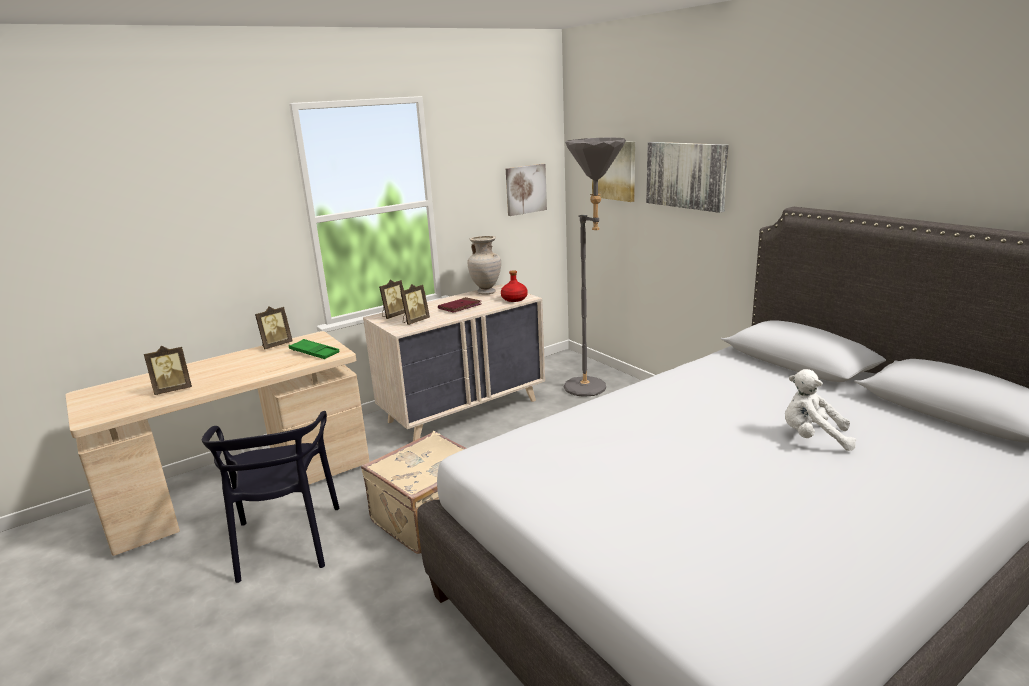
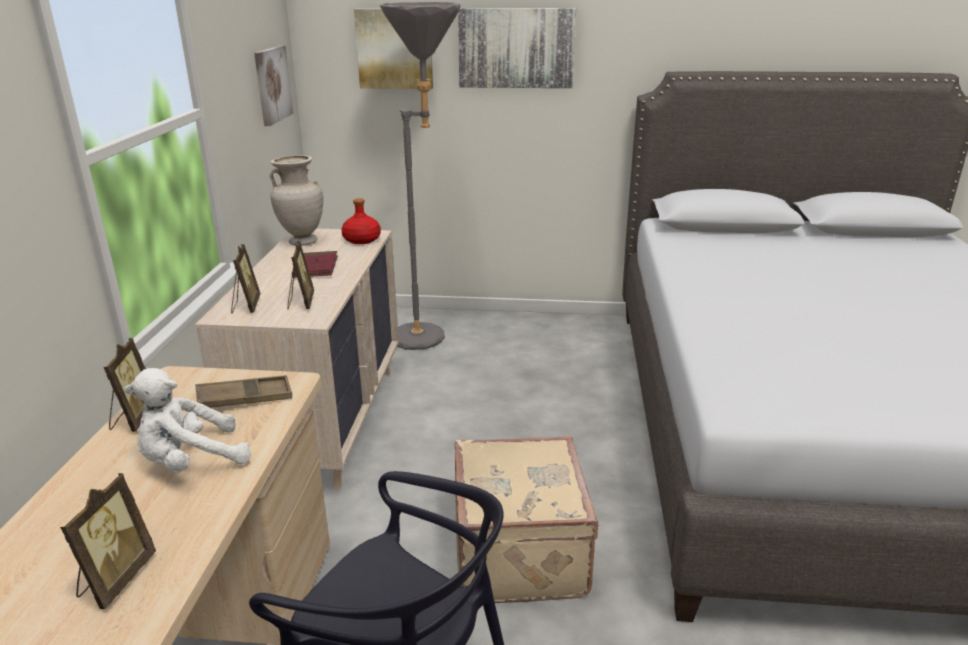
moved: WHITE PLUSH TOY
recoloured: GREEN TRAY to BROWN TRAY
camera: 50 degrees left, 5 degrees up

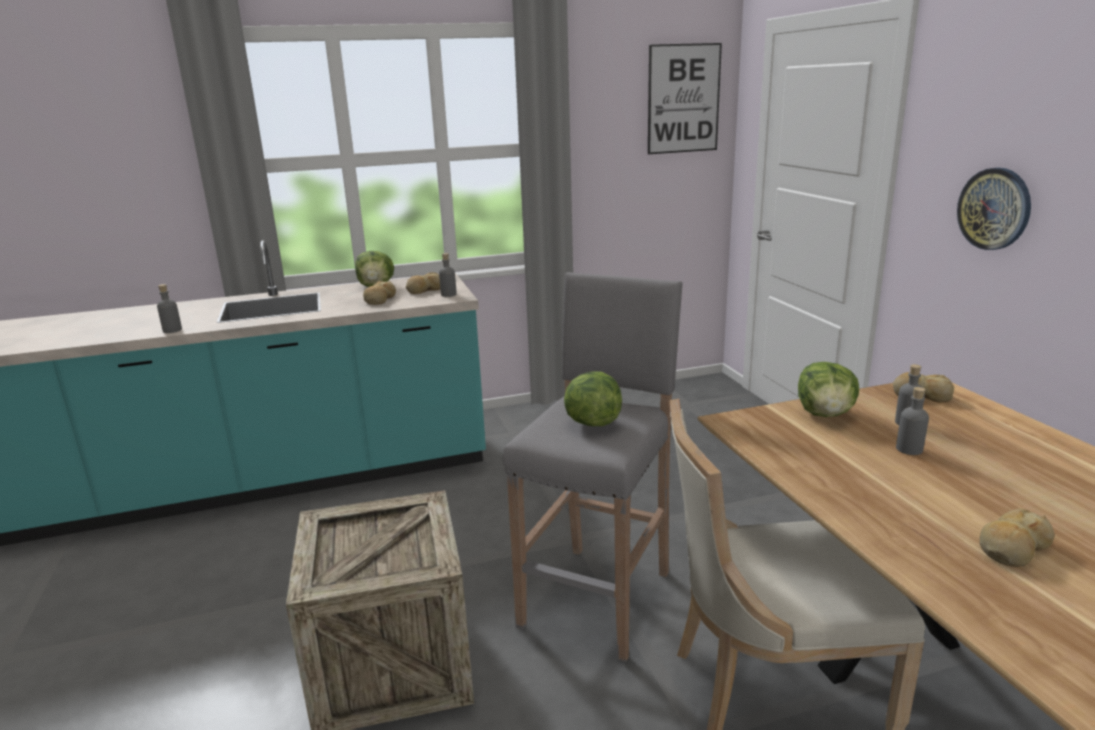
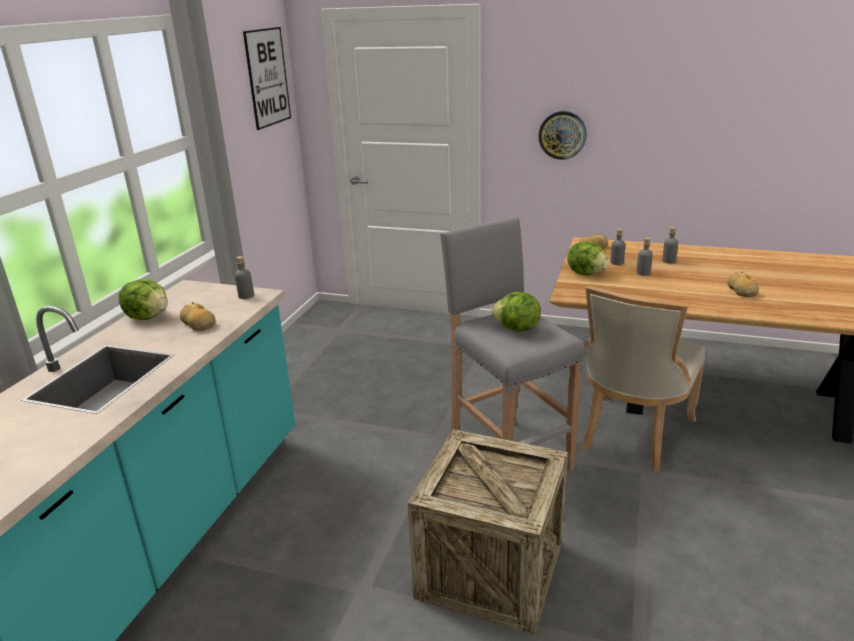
removed: BREAD (2nd from left)
moved: GREY BOTTLE (1st from left in the first image) to GREY BOTTLE (4th from left)
camera: 55 degrees left, 5 degrees up

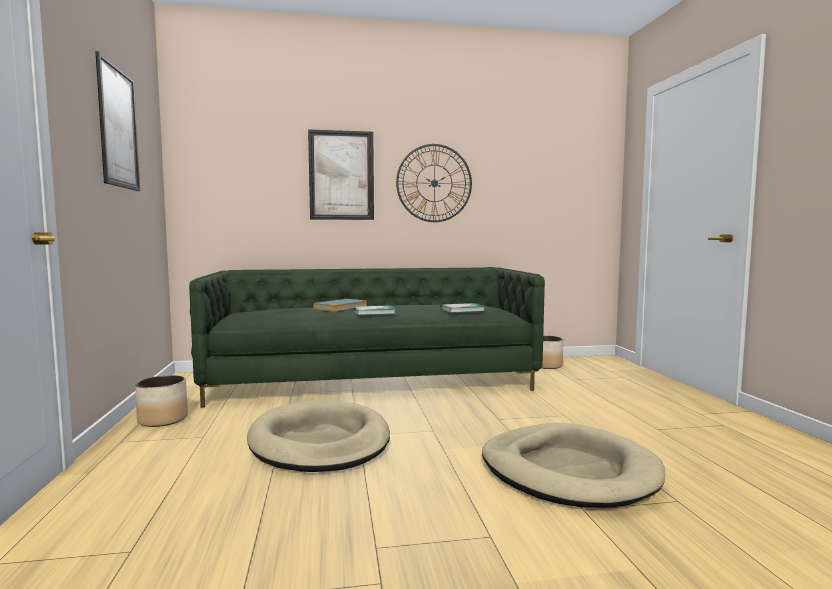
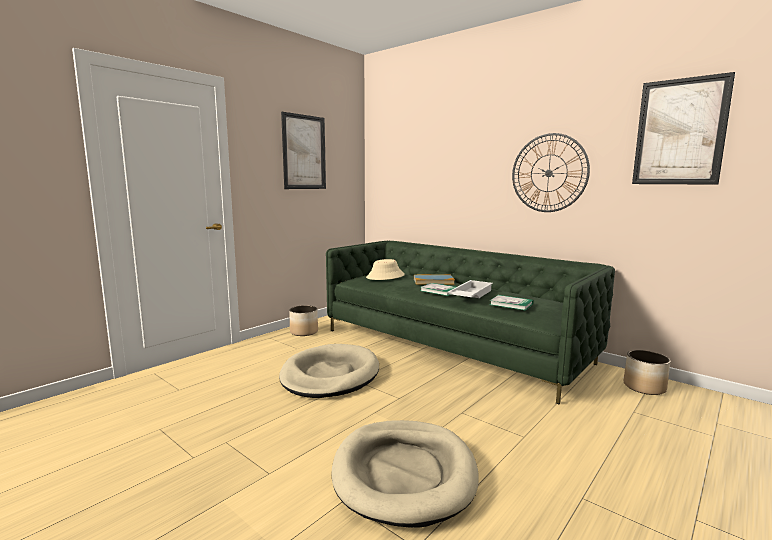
added: BEIGE HAT; WHITE TRAY
moved: PICTURE (2nd from left)
camera: 50 degrees right, 5 degrees up

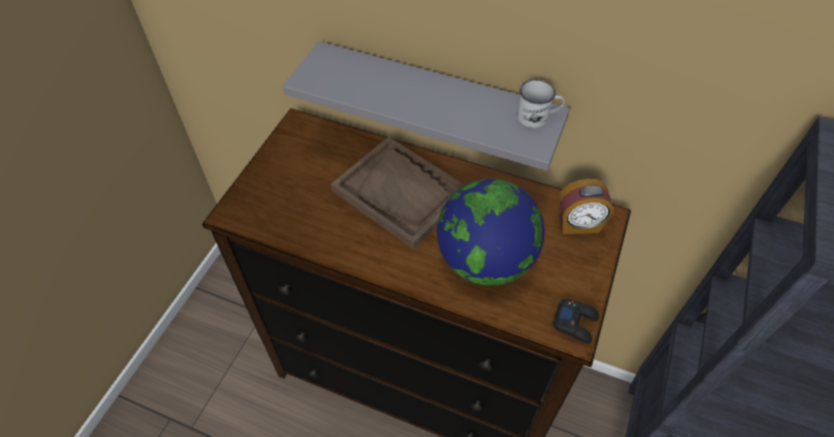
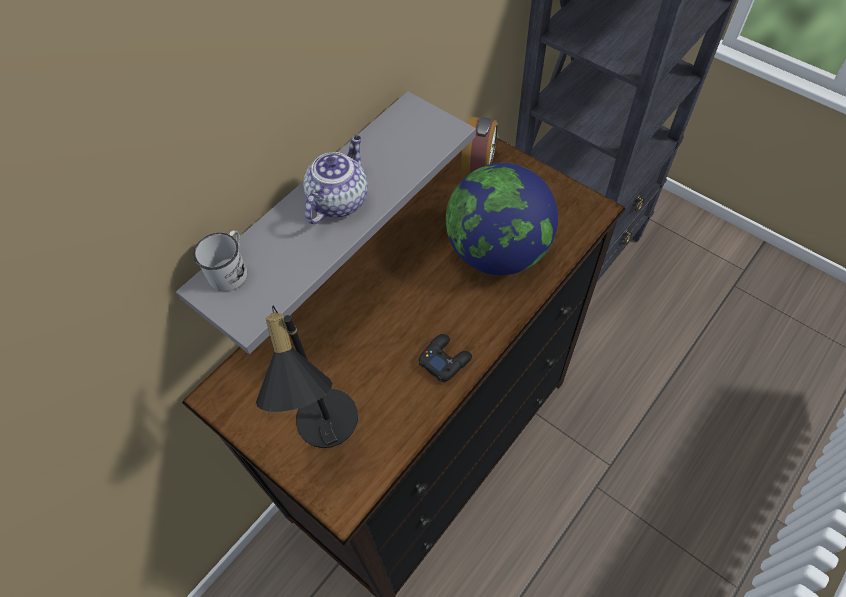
removed: BROWN TRAY
added: BLACK TABLE LAMP; TEAPOT
moved: WHITE MUG; BLACK GAME CONTROLLER
camera: 70 degrees left, 5 degrees up

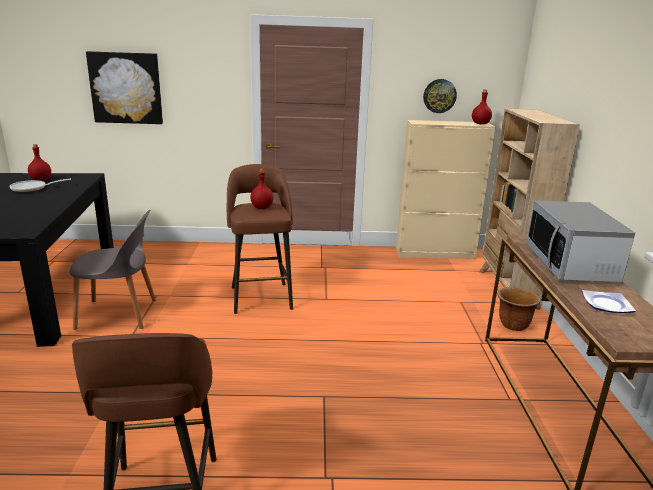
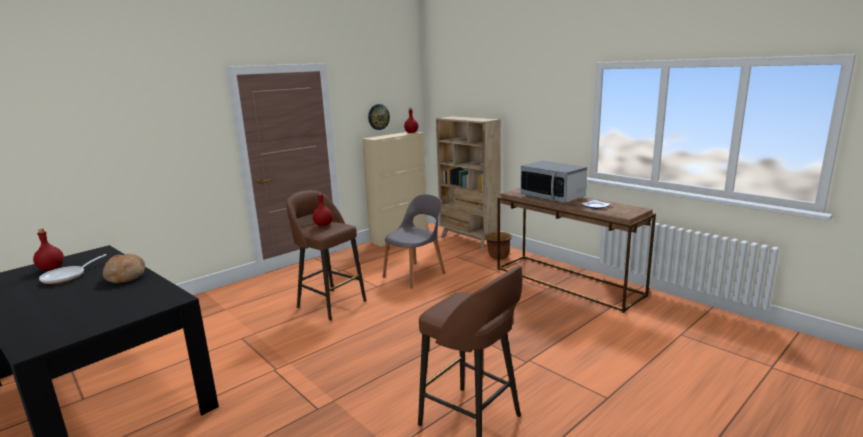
removed: PICTURE
added: BREAD
moved: GREY CHAIR
camera: 40 degrees left, 5 degrees down

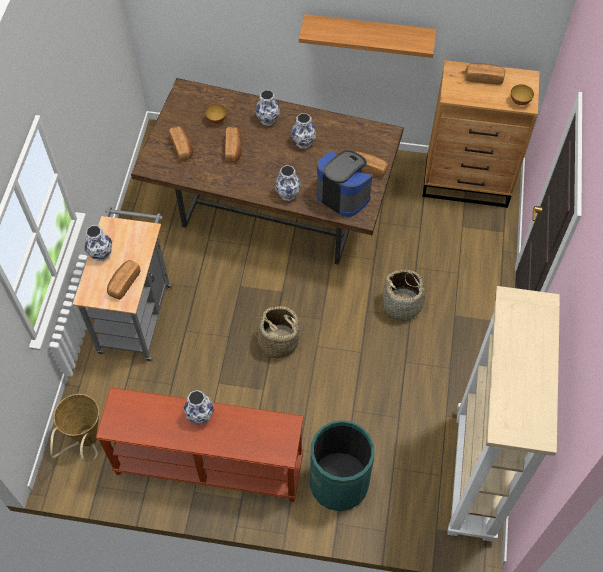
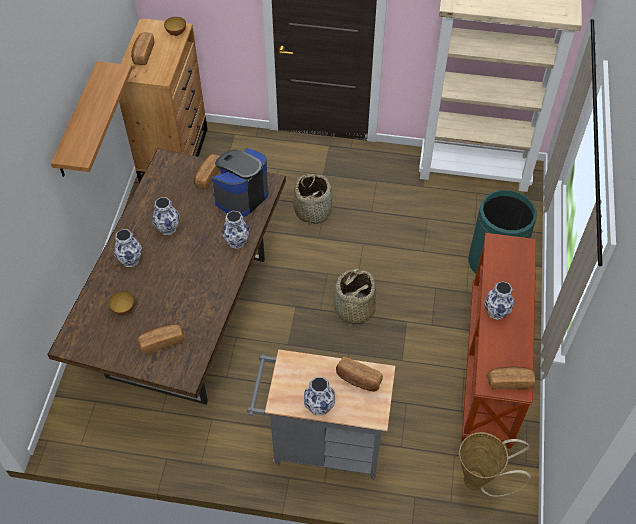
moved: BREAD (3rd from left in the first image) to BREAD (5th from left)
camera: 90 degrees left, 5 degrees down

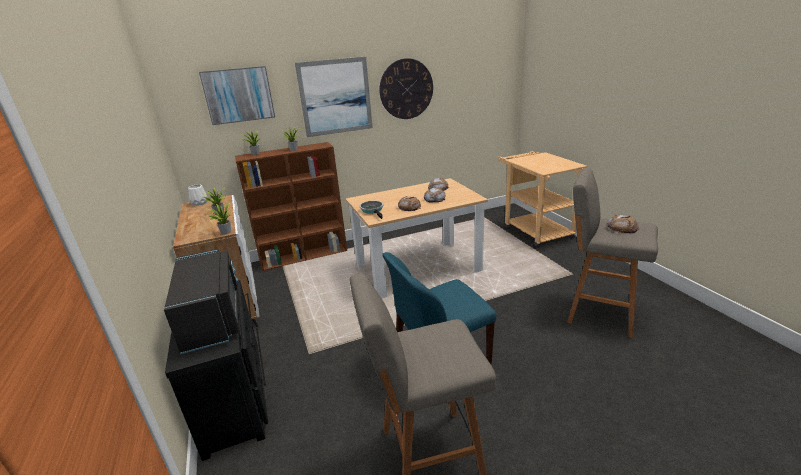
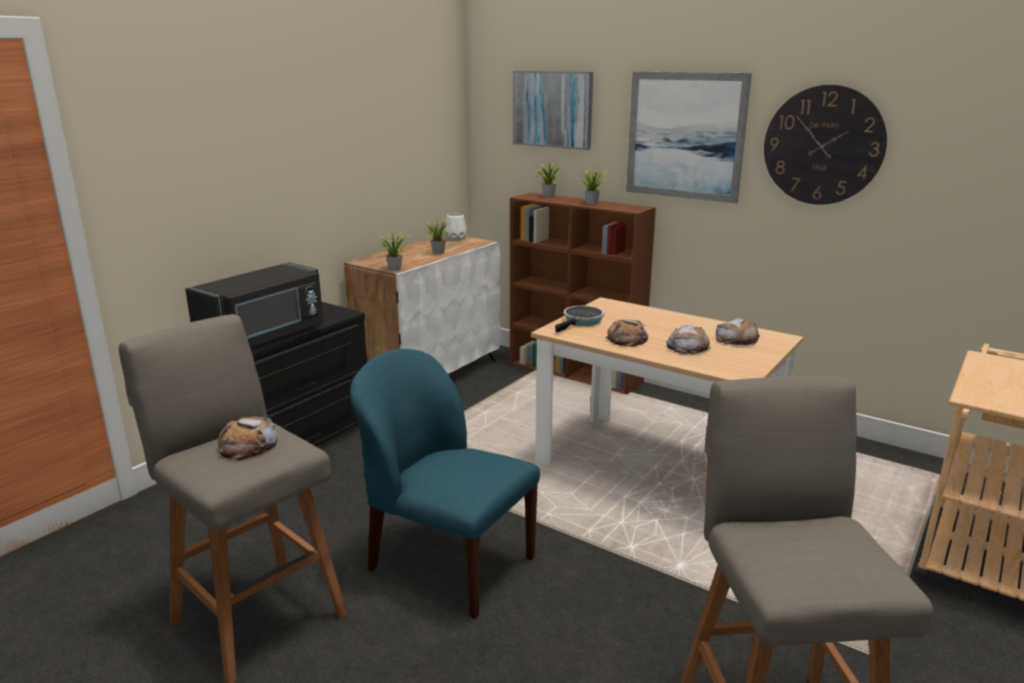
moved: BREAD (4th from left in the first image) to BREAD (1st from left)
camera: 55 degrees right, 5 degrees down

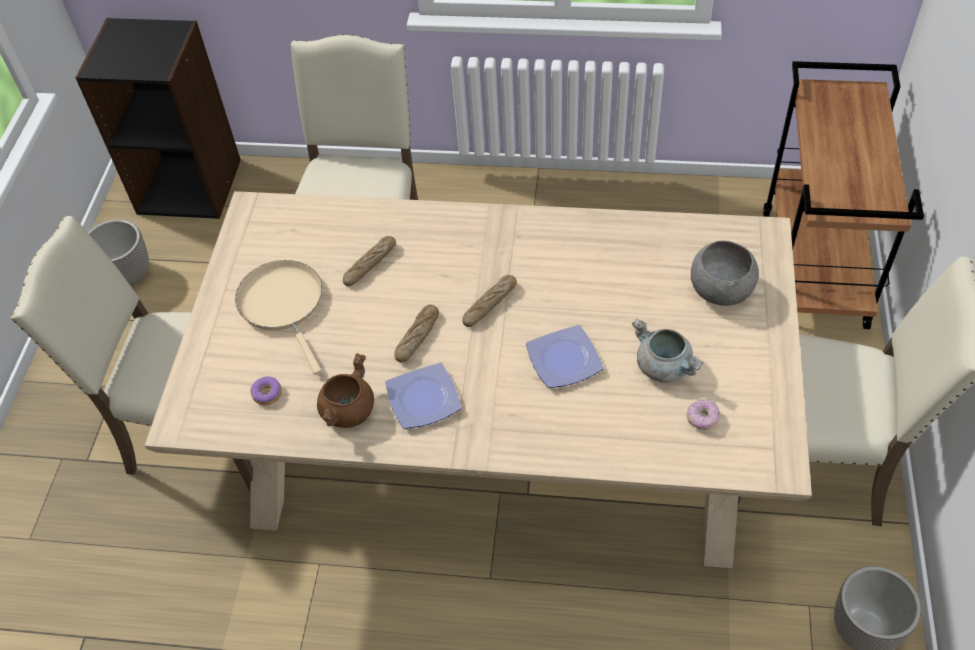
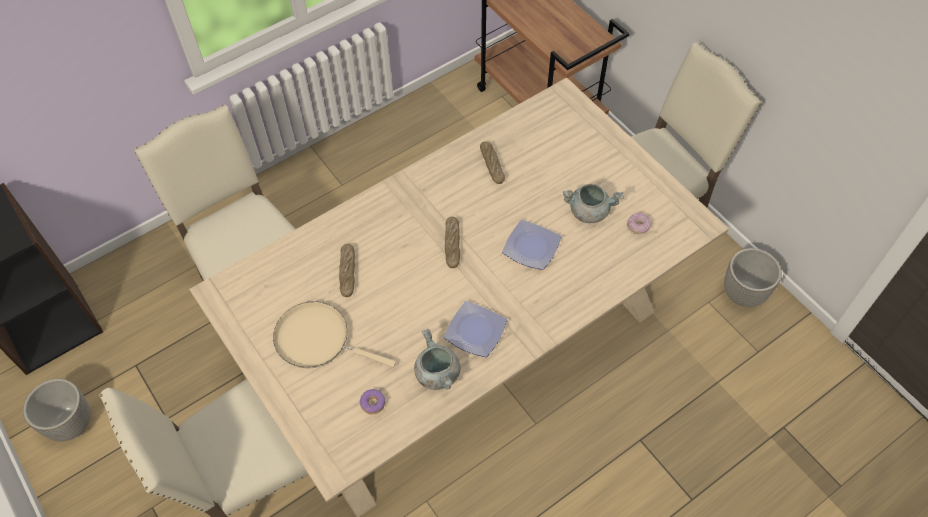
removed: GREY BOWL
moved: BREAD (2nd from left in the first image) to BREAD (3rd from left)
recoloured: BROWN COOKING POT to GREY COOKING POT (1st from left)
camera: 45 degrees left, 5 degrees up

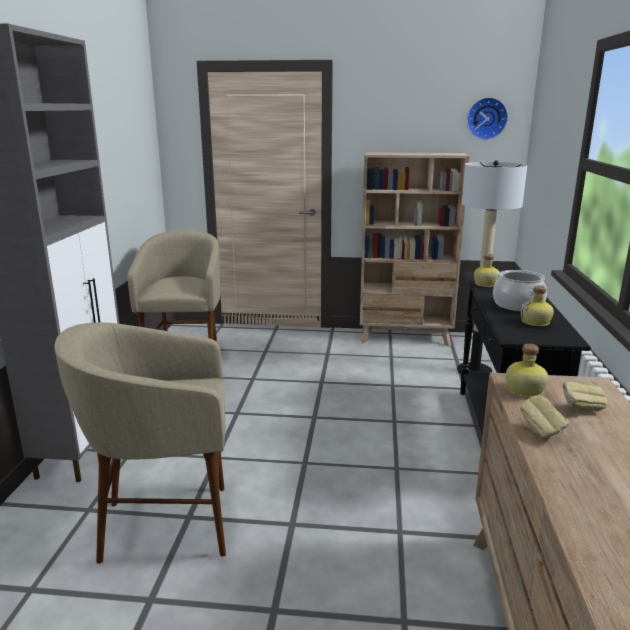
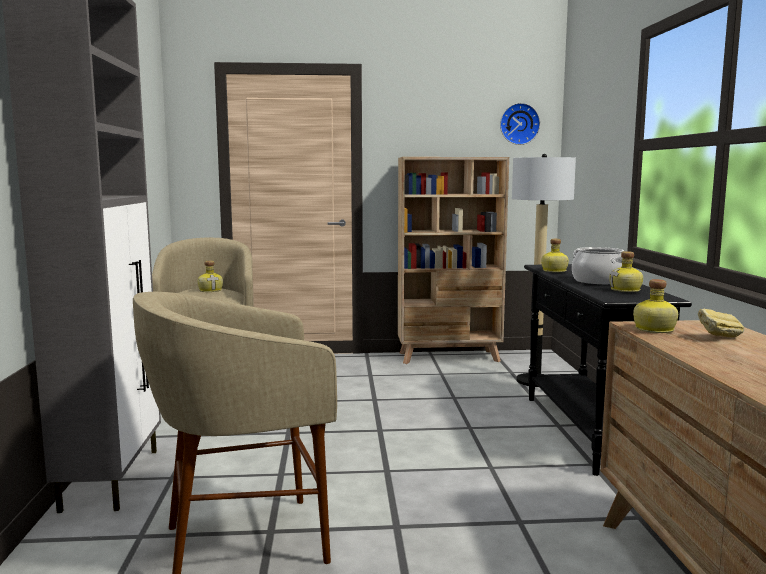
removed: BREAD (1st from left)
added: BOTTLE (1st from left)
camera: 10 degrees left, 10 degrees down

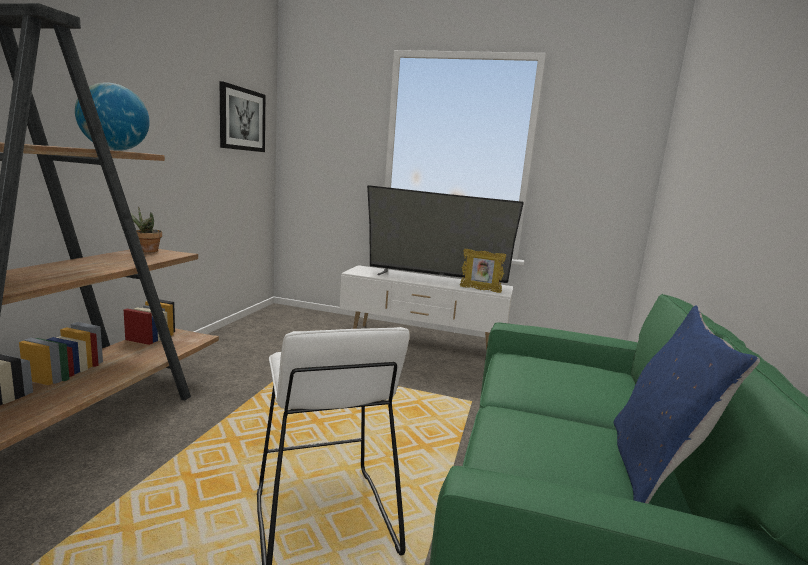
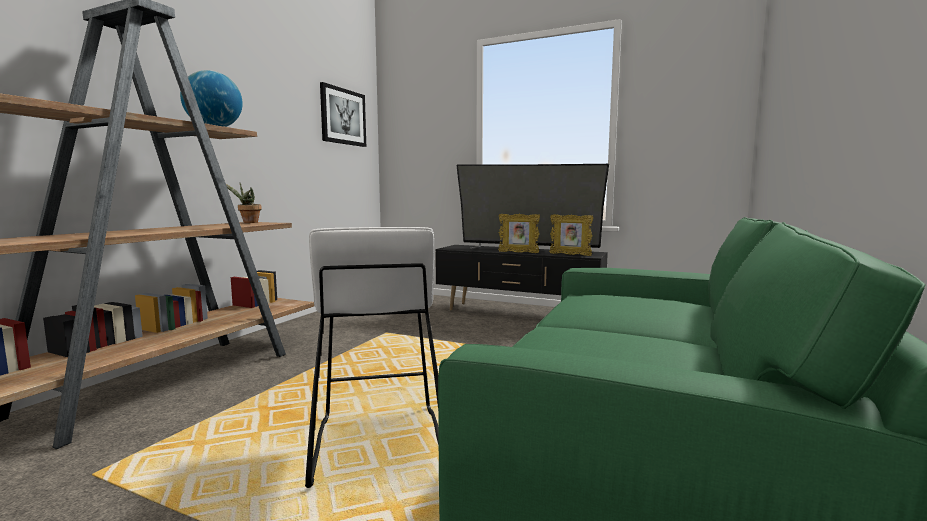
removed: BLUE PILLOW
added: PICTURE FRAME (1st from left)
recoloured: WHITE TV STAND to BLACK TV STAND
camera: 10 degrees right, 5 degrees down

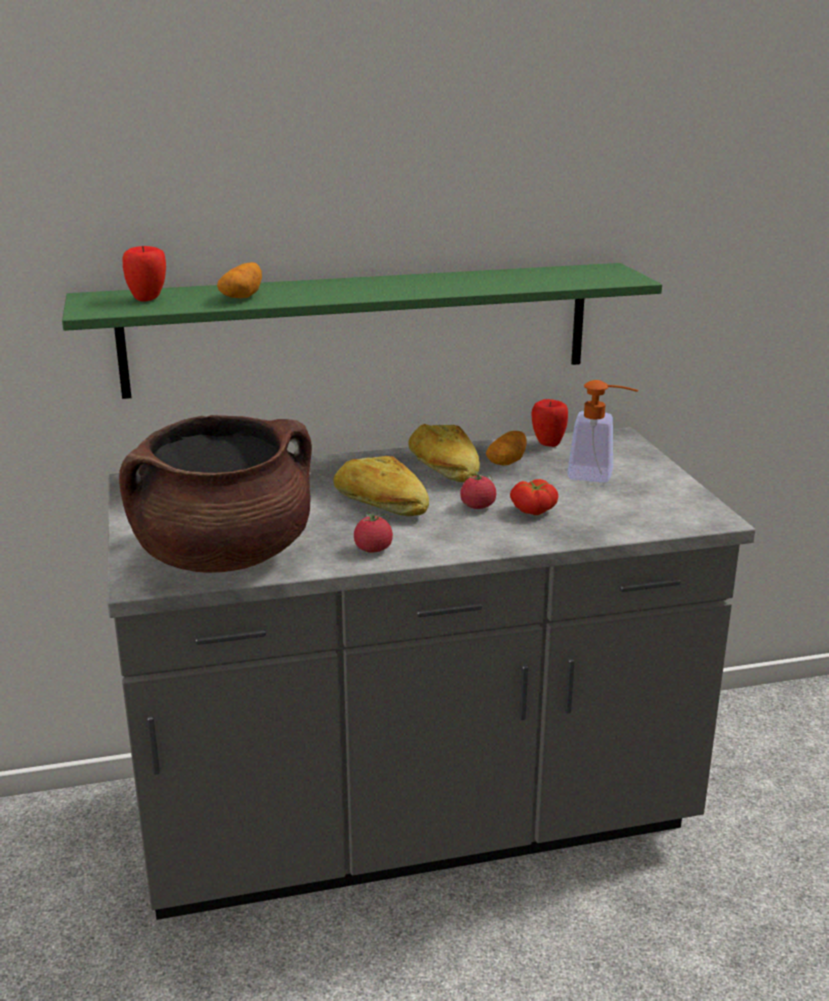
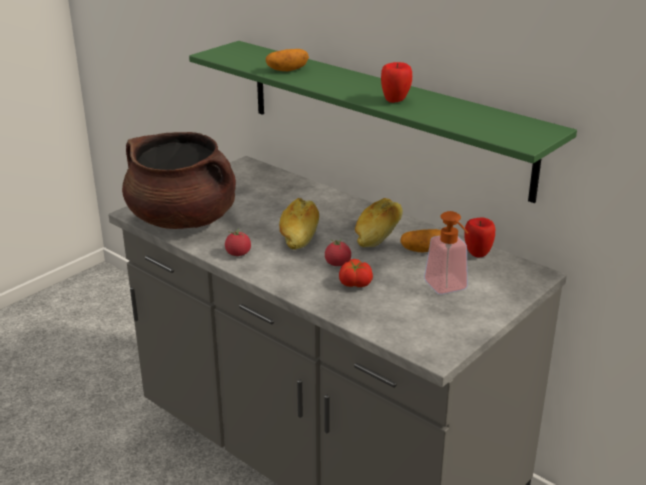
moved: APPLE (1st from left)
camera: 55 degrees right, 5 degrees up

